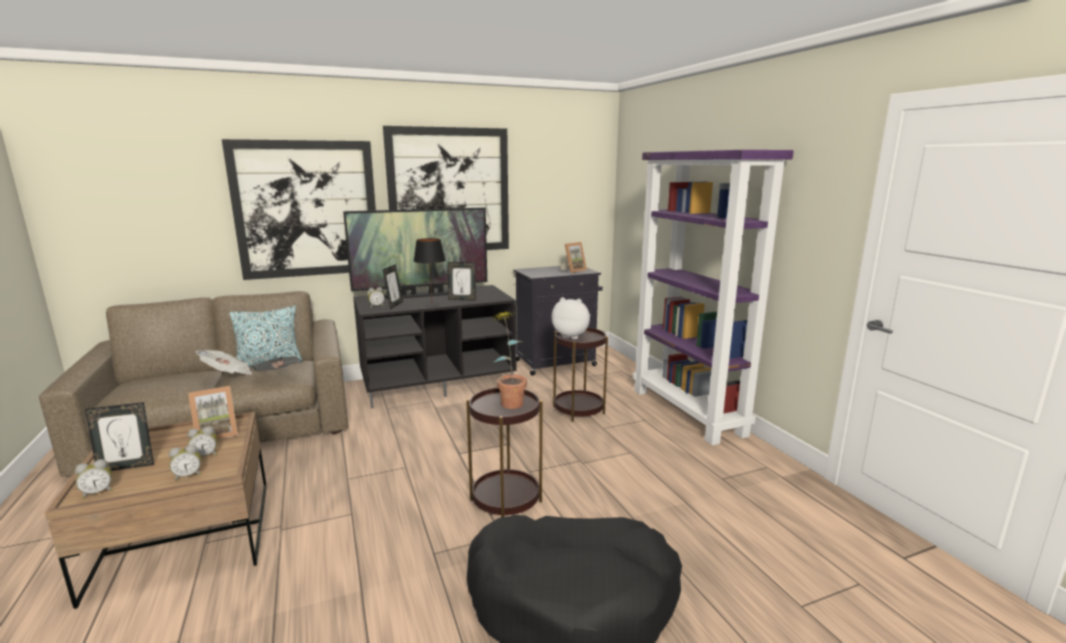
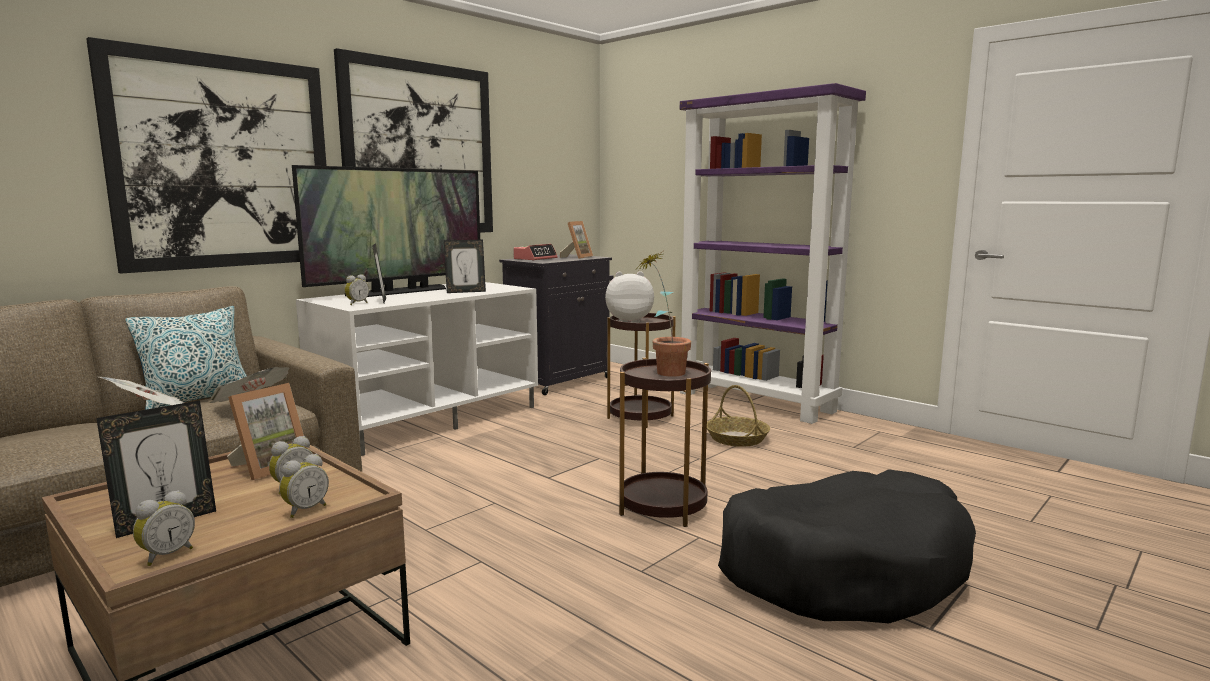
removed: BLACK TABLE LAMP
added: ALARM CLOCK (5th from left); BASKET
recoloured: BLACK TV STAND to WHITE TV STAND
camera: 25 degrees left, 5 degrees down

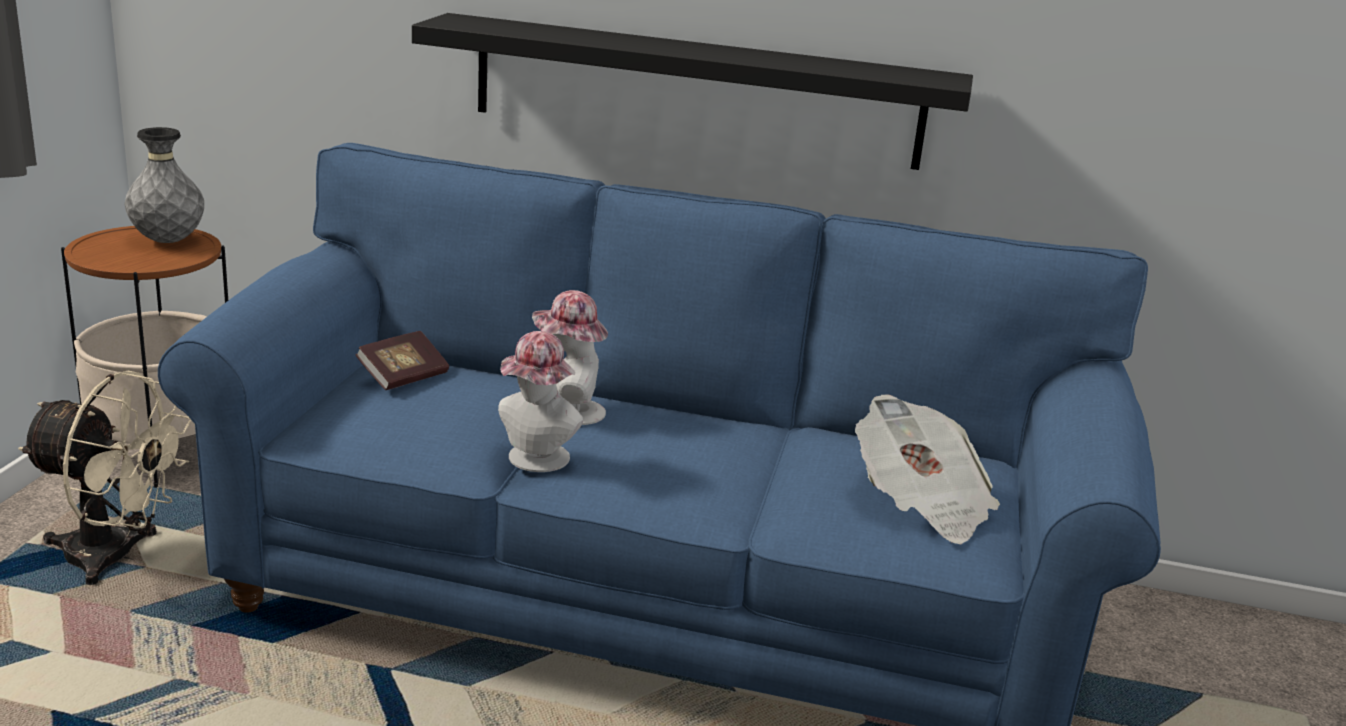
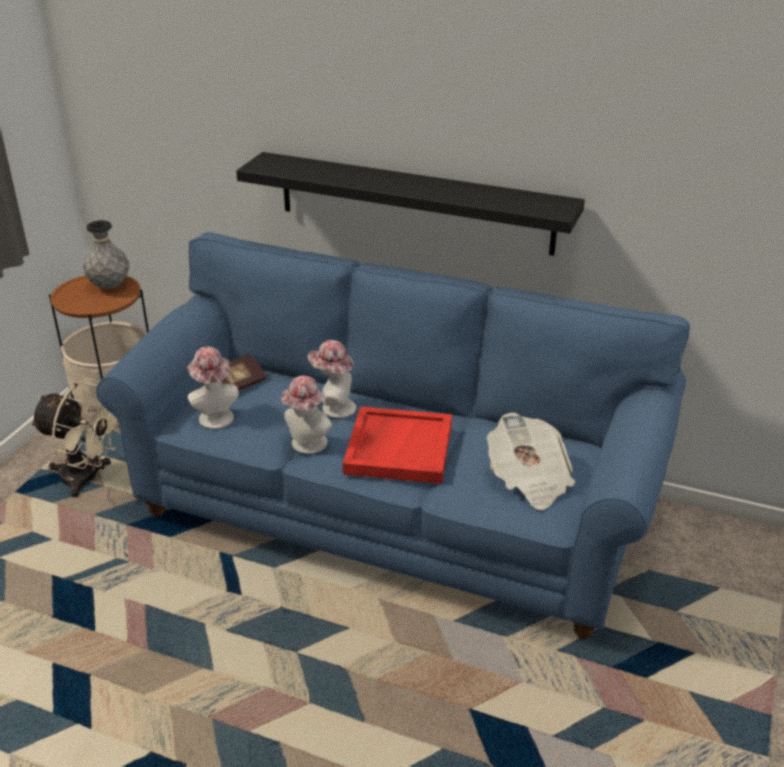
added: HAT (1st from left); RED TRAY
camera: 10 degrees right, 10 degrees up

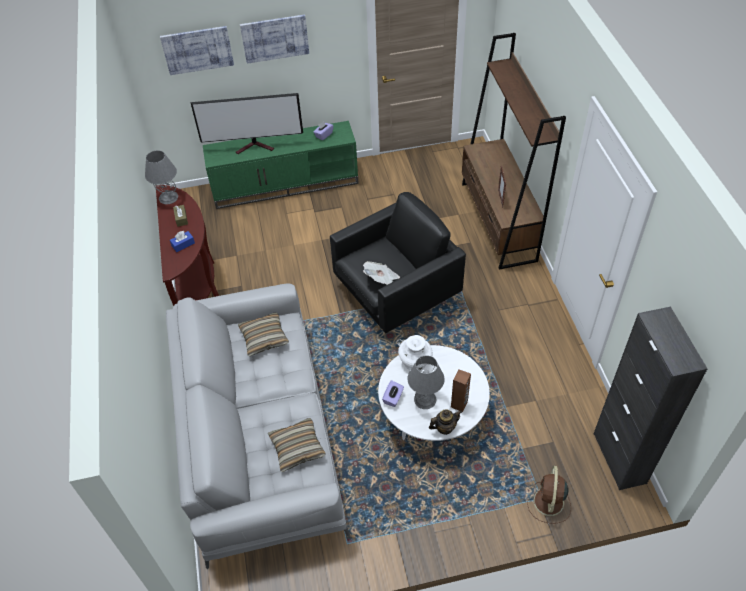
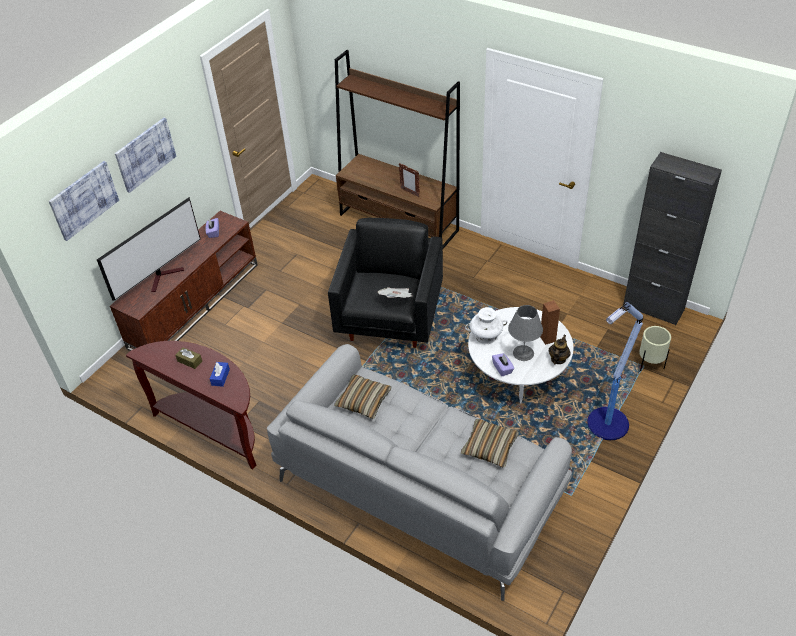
removed: GREY TABLE LAMP (1st from left)
added: FLOOR LAMP
replaced: BROWN FAN to BEIGE PLANTER
recoloured: GREEN TV STAND to BROWN TV STAND
camera: 45 degrees left, 5 degrees down

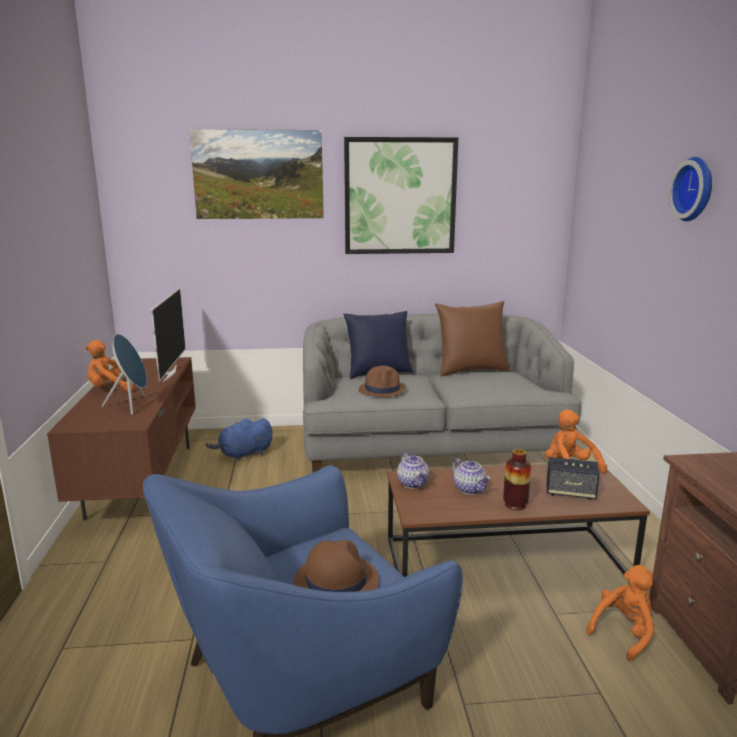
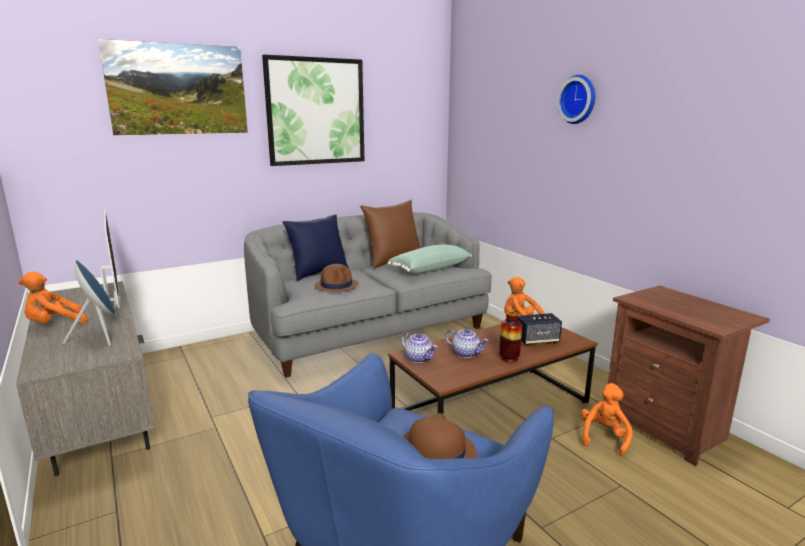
removed: BLUE PLUSH TOY
added: GREEN PILLOW
recoloured: BROWN TV STAND to GREY TV STAND
camera: 25 degrees left, 0 degrees up

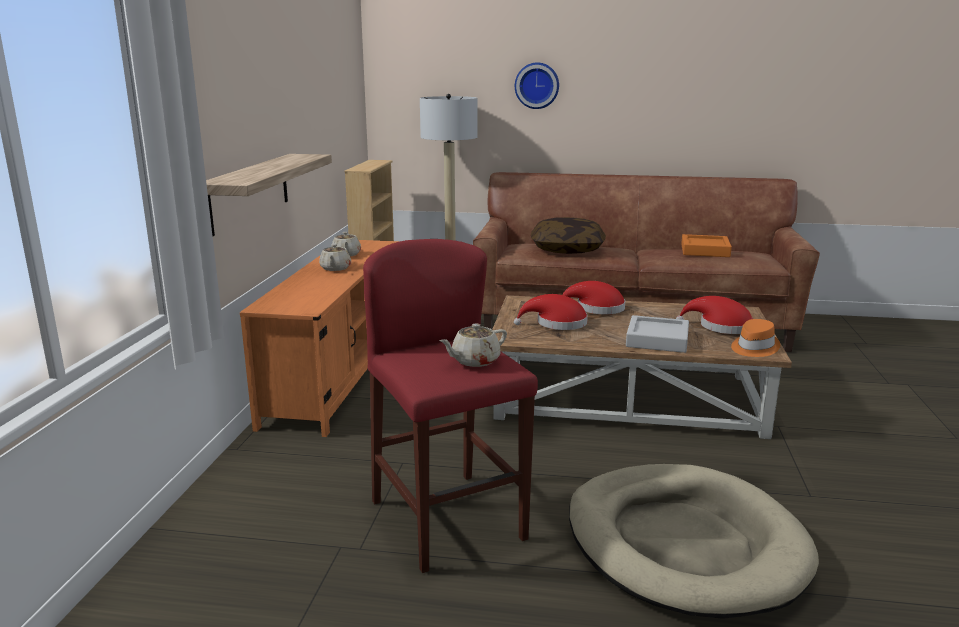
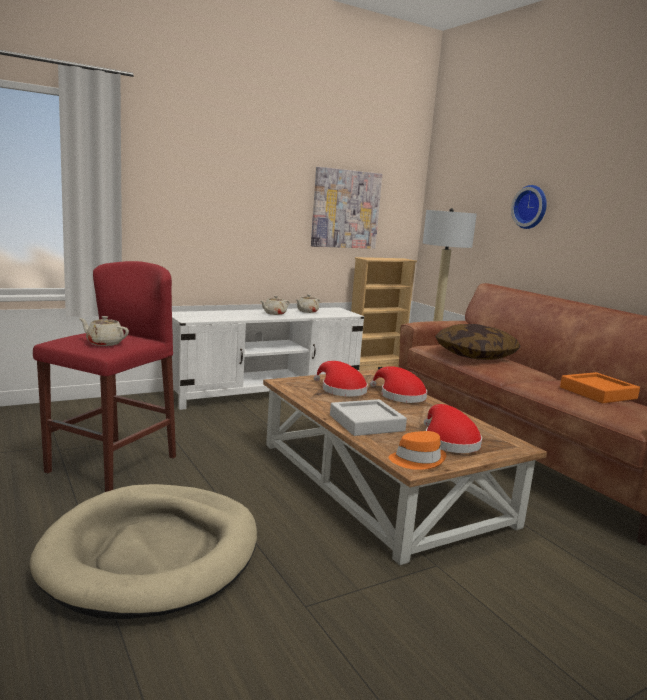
removed: SHELF
added: PICTURE
recoloured: ORANGE TV STAND to WHITE TV STAND
camera: 50 degrees right, 5 degrees down

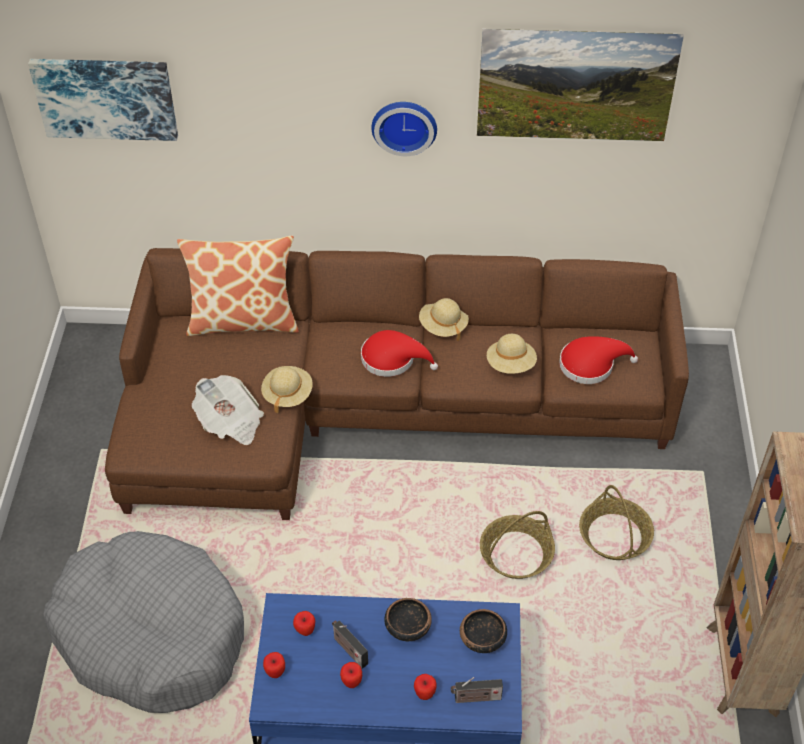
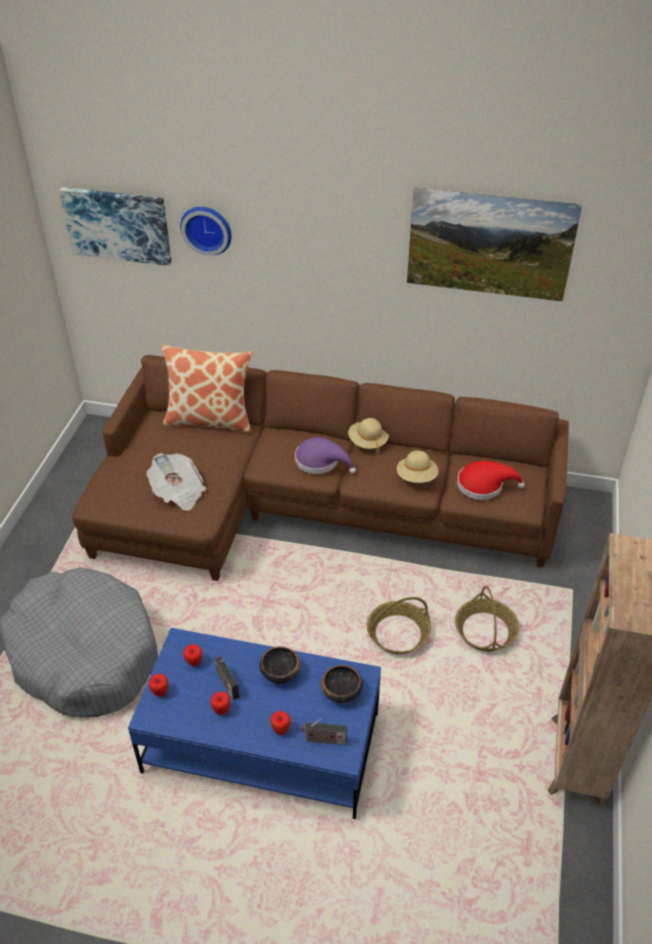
removed: BEIGE HAT (1st from left)
moved: WALL CLOCK
recoloured: RED HAT (1st from left) to PURPLE HAT
camera: 10 degrees right, 5 degrees down

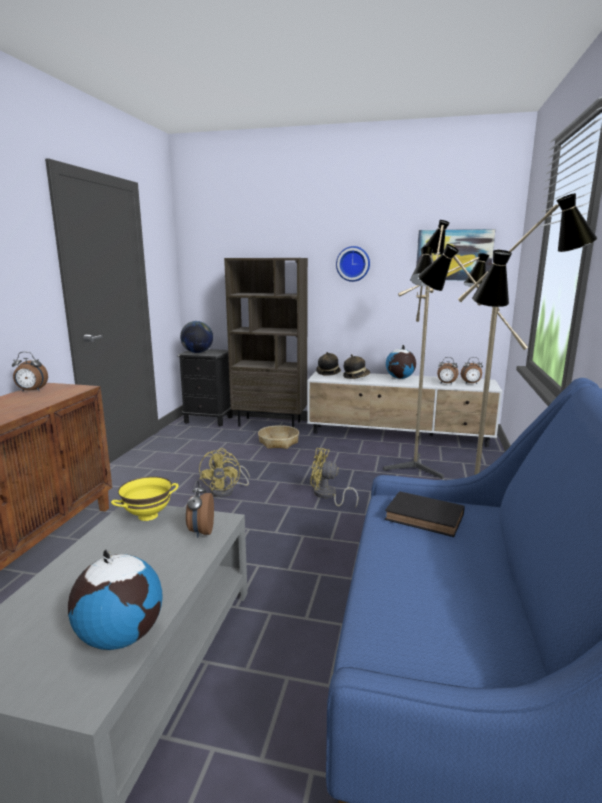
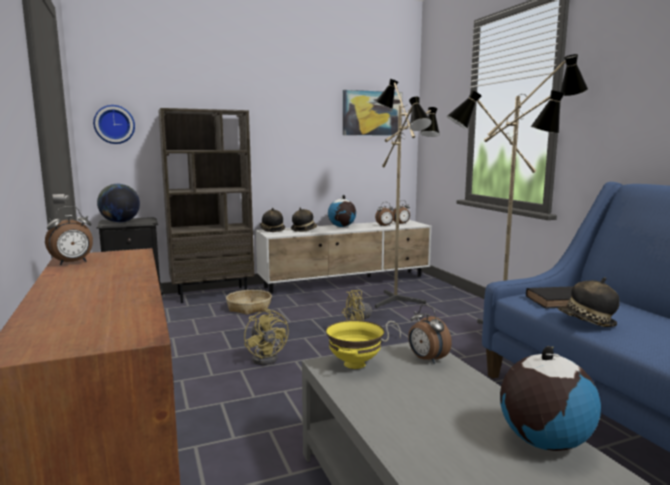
added: HAT (3rd from left)
moved: WALL CLOCK
camera: 35 degrees left, 5 degrees down

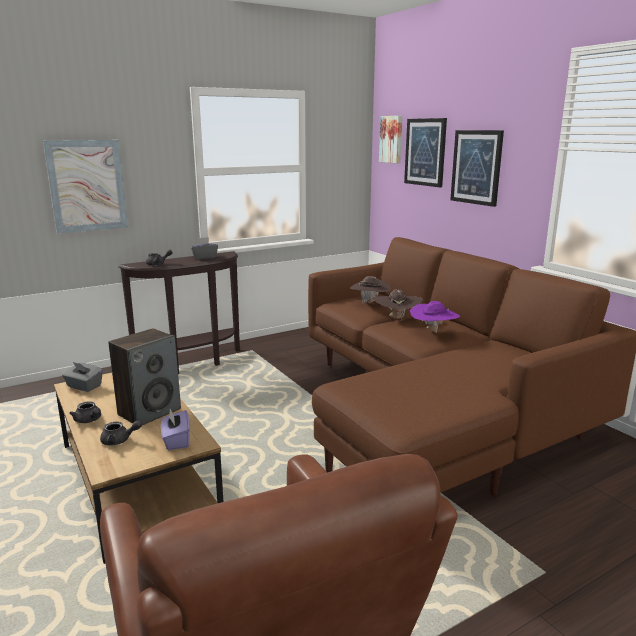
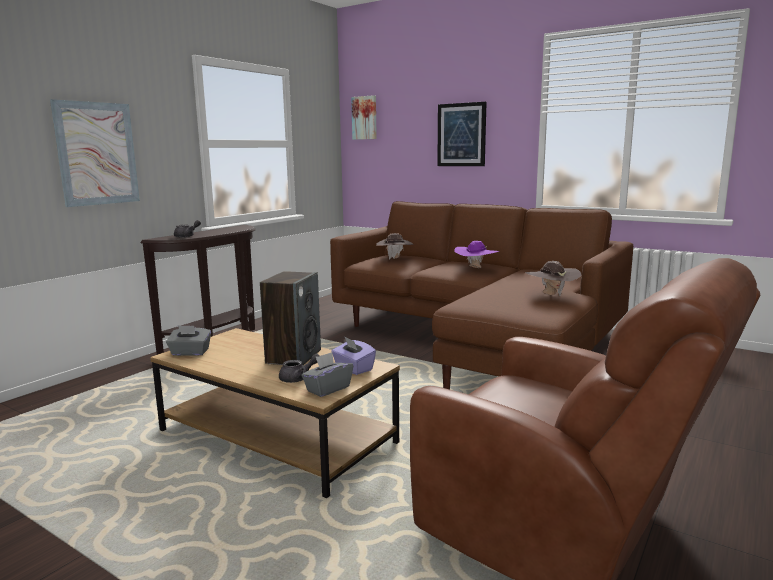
removed: GREY TEAPOT (1st from left); PICTURE (3rd from left)
moved: GREY TISSUE BOX (2nd from left); BROWN HAT (2nd from left)
camera: 25 degrees left, 5 degrees down

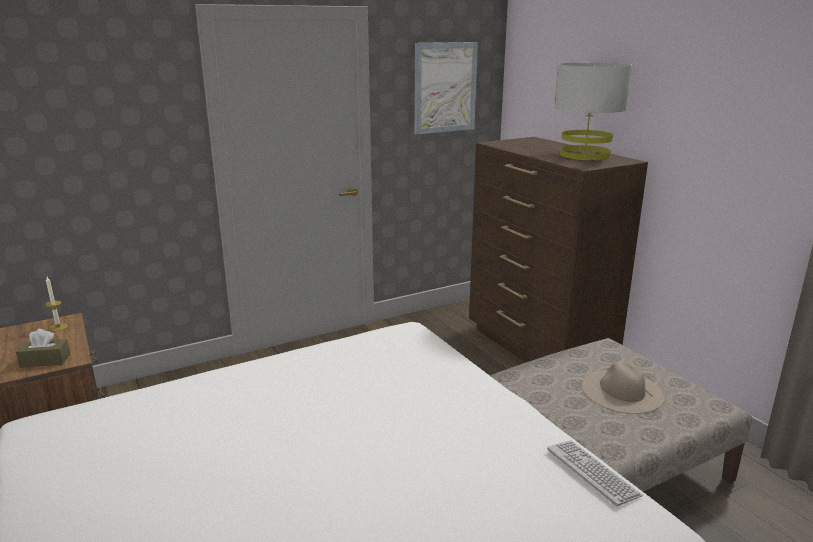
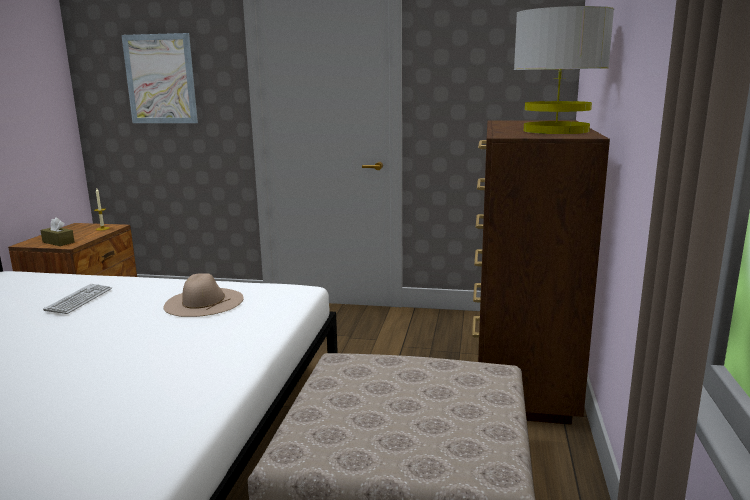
moved: PICTURE; KEYBOARD; BEIGE HAT
camera: 40 degrees right, 5 degrees down

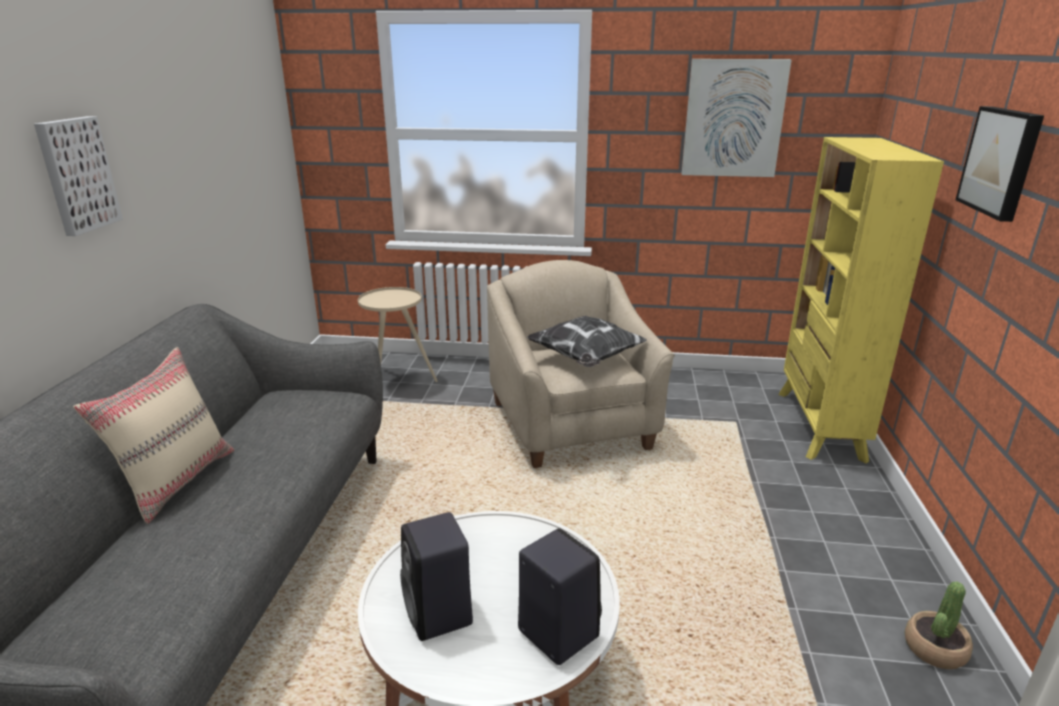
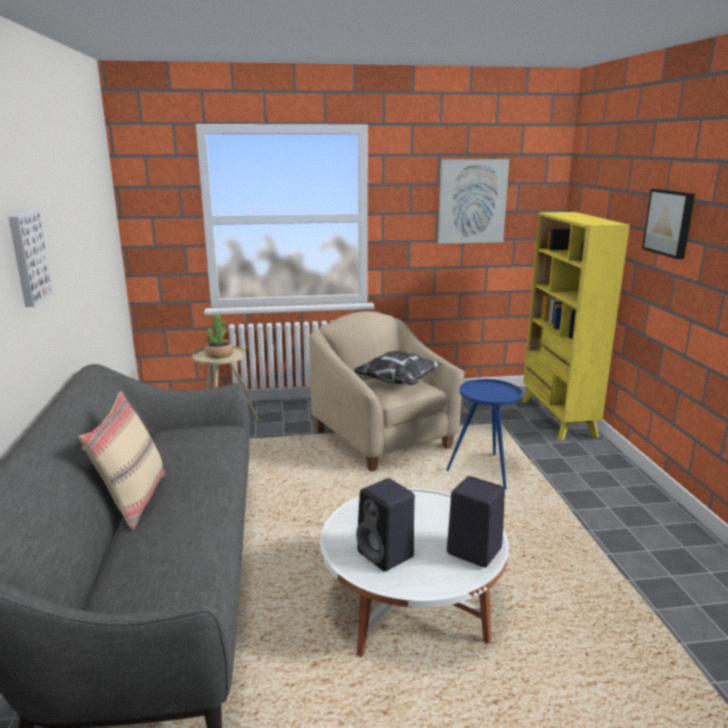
added: BLUE SIDE TABLE
moved: POTTED PLANT
camera: 15 degrees left, 5 degrees down

